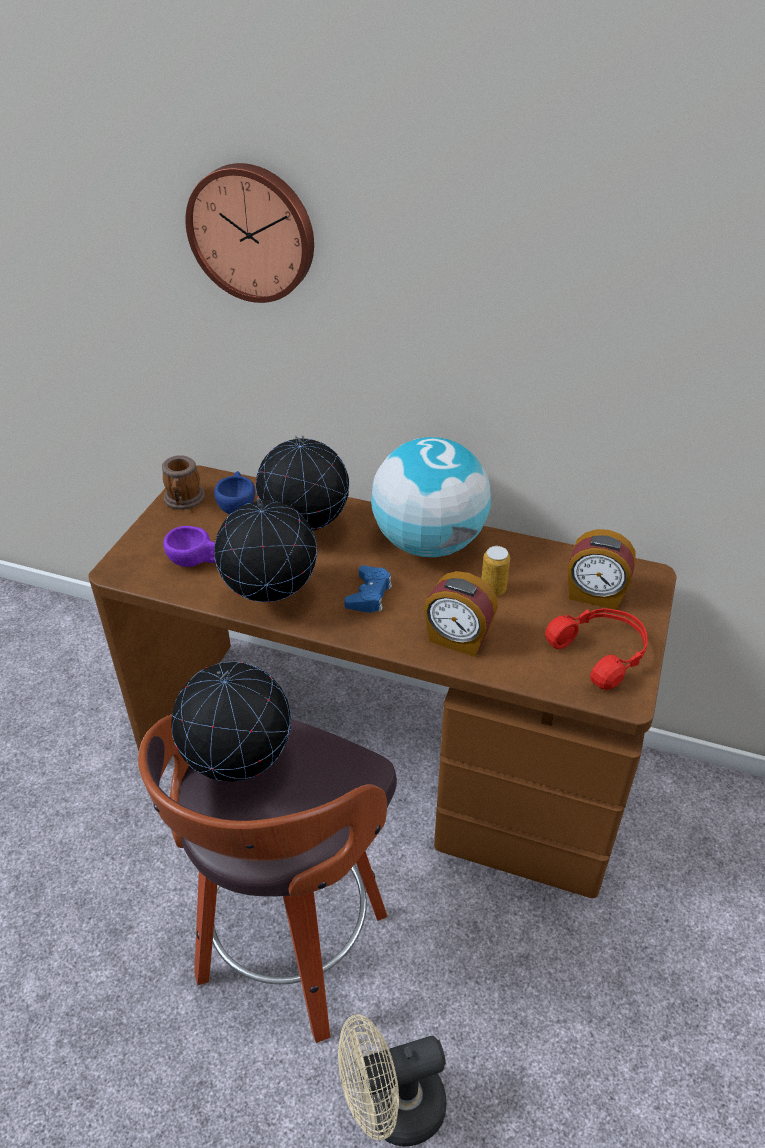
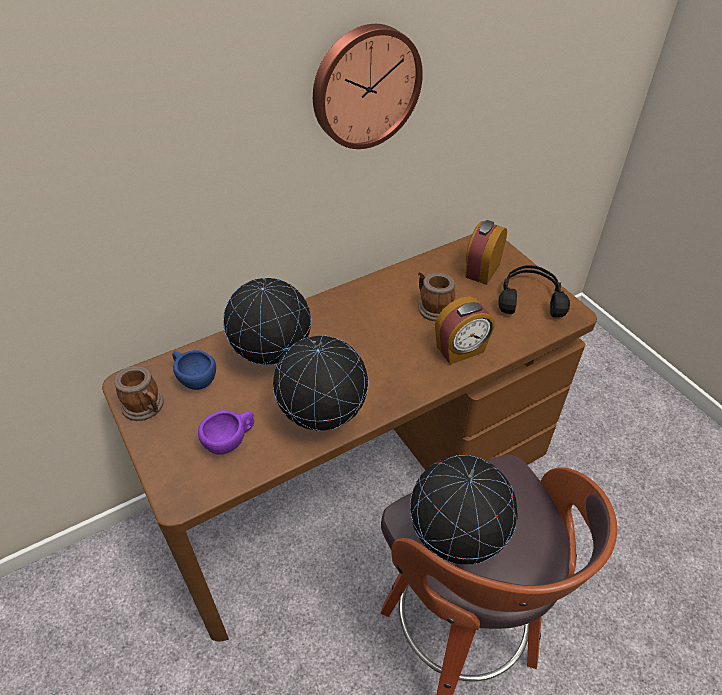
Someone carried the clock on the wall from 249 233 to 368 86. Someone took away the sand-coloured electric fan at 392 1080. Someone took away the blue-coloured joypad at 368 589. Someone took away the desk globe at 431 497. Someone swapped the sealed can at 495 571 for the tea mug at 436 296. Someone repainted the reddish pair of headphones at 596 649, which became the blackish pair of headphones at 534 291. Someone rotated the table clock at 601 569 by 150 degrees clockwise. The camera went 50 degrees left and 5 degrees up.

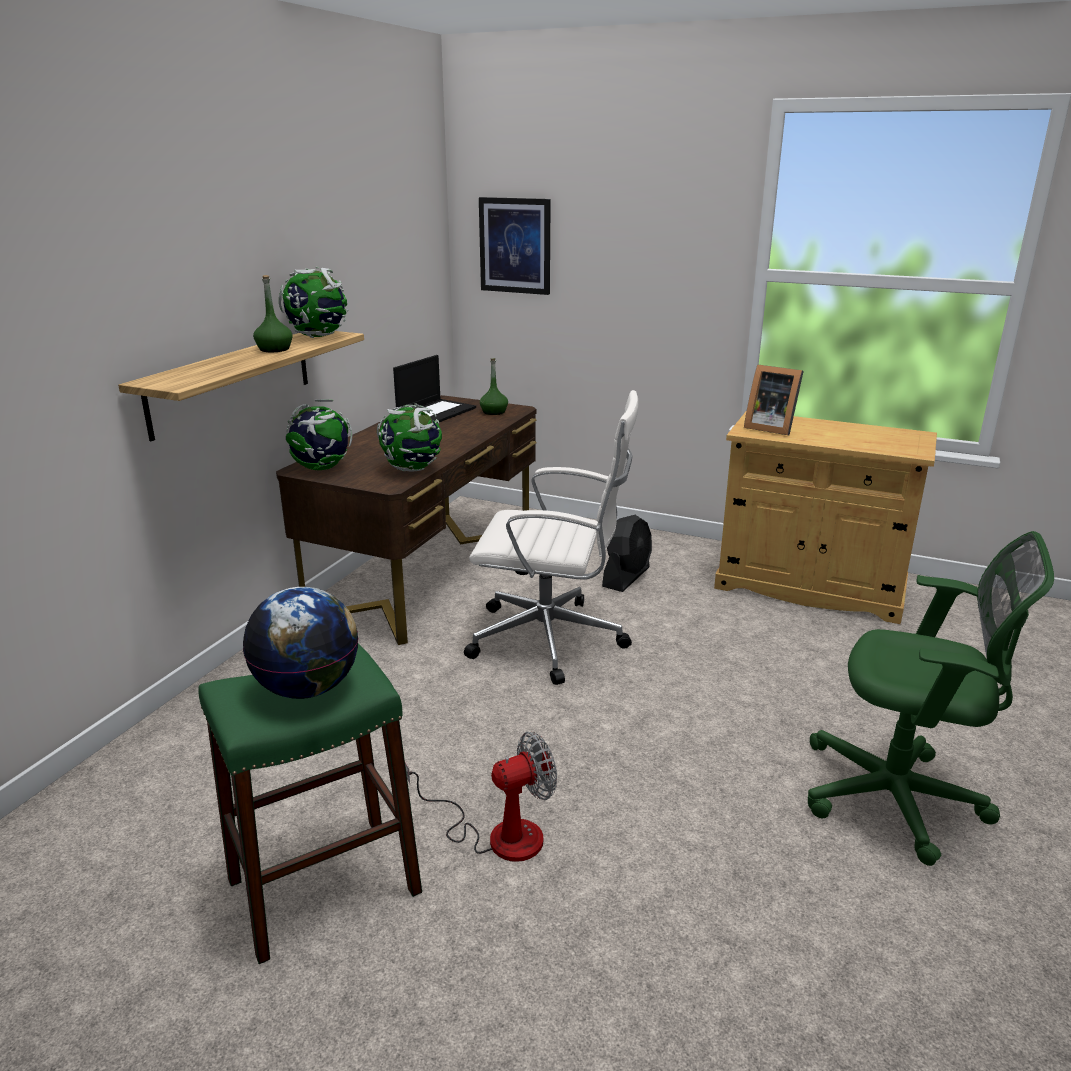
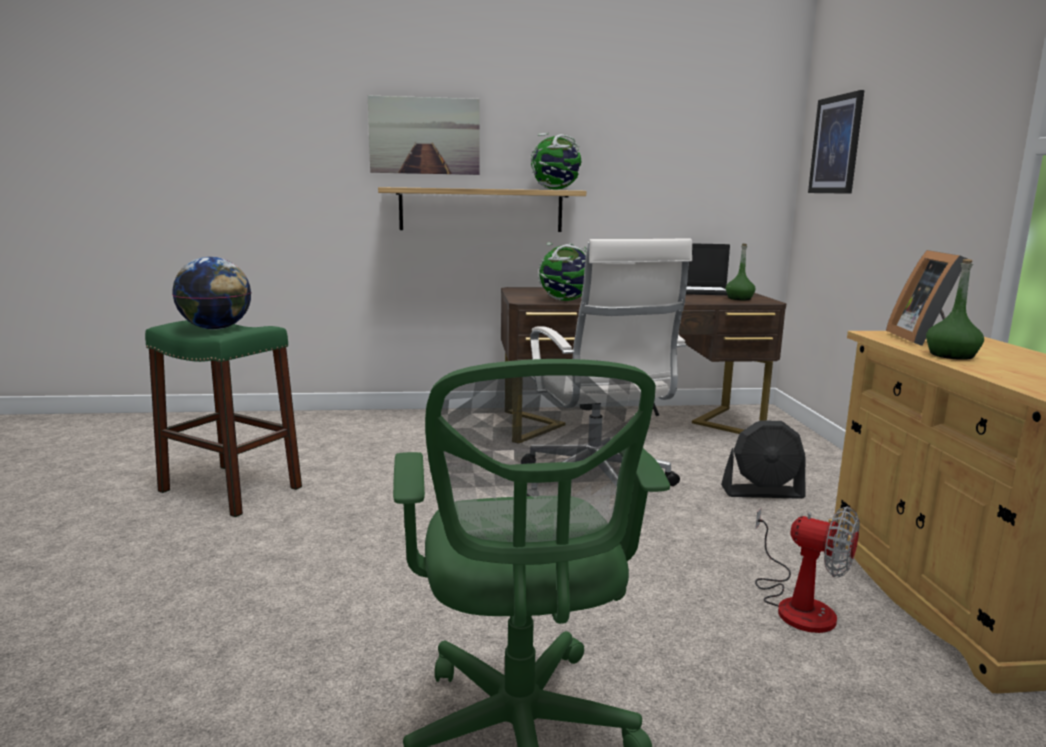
Someone carried the greenish beverage bottle from 273 313 to 955 309. Someone took away the desk globe at 319 434. Someone carried the electric fan from 481 797 to 807 569. Someone put up the wall picture at 424 135. The camera went 60 degrees right and 10 degrees down.

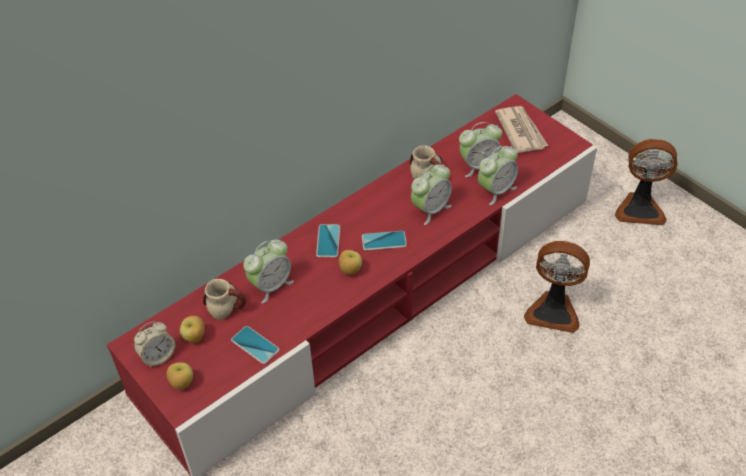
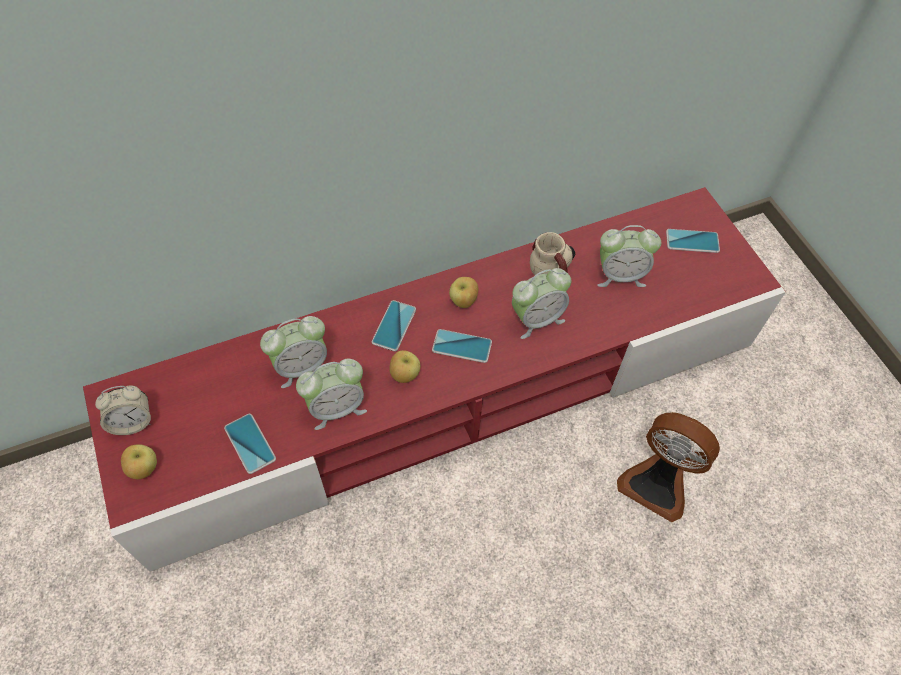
Someone carried the apple fruit from 192 329 to 464 292. Someone took away the tea mug at 224 299. Someone carried the table clock from 498 175 to 331 394. Someone swapped the printed paper at 521 129 for the phone at 693 241. Someone took away the electric fan at 646 182. The camera went 15 degrees right and 10 degrees up.

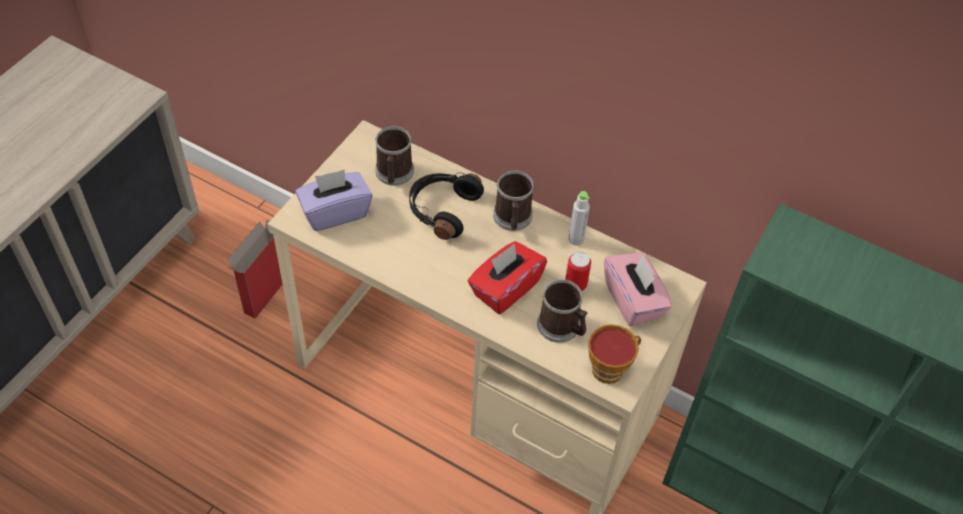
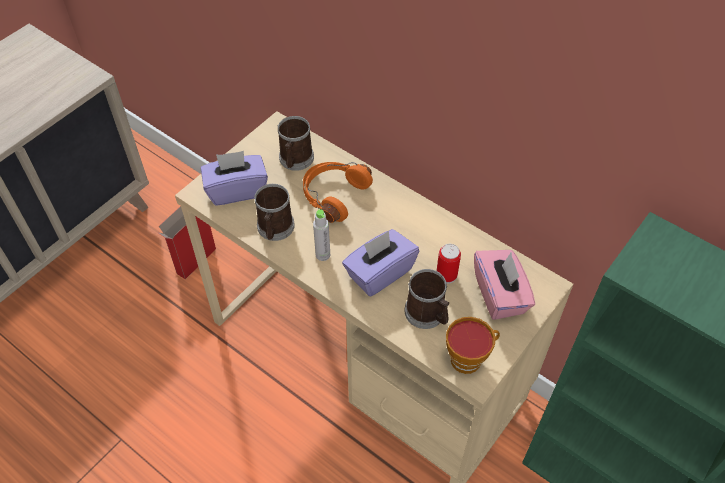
Someone repainted the blackish pair of headphones at 446 206, which became the orangey pair of headphones at 338 192. Someone repainted the reddish box of tissues at 507 277, which became the purple box of tissues at 380 263. Someone carried the tea mug from 513 201 to 274 212. Someone carried the grey beverage bottle from 579 218 to 321 235. The camera went 10 degrees right and 0 degrees up.

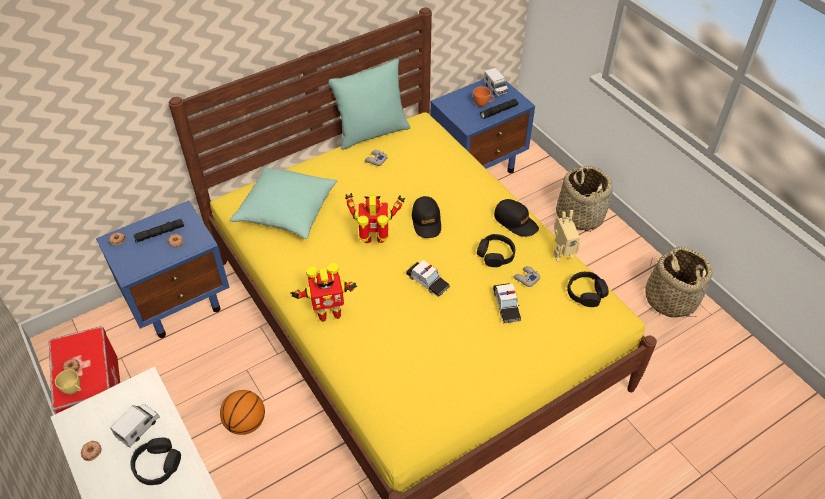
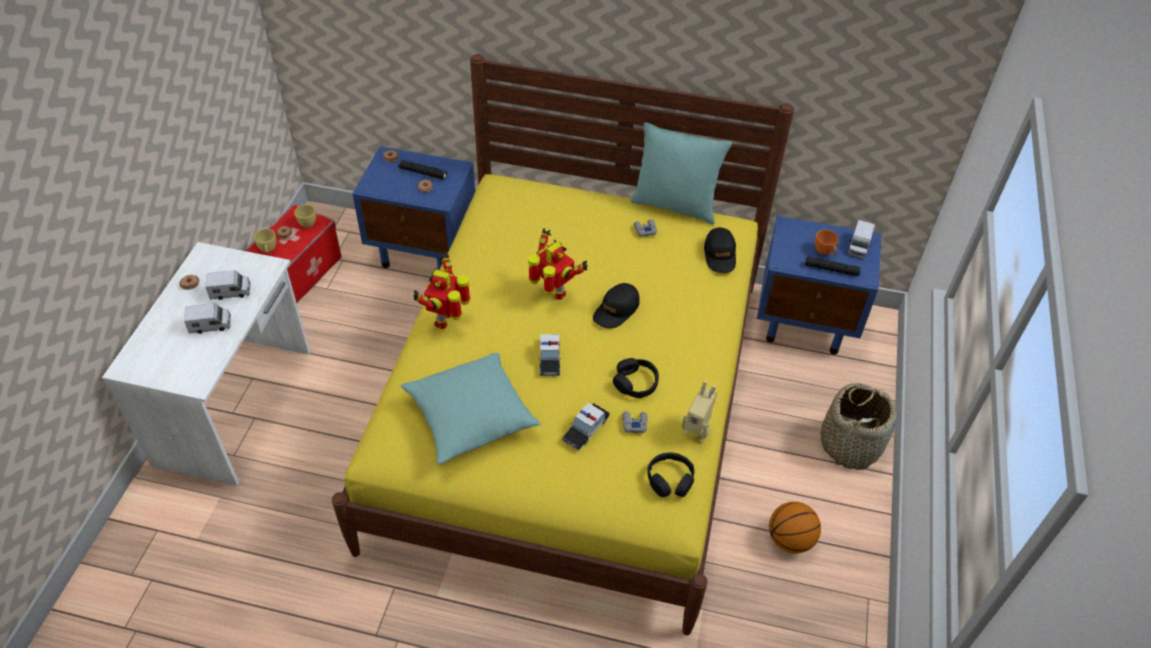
Someone swapped the blackish pair of headphones at 155 461 for the toy truck at 207 318. Someone carried the basketball from 242 412 to 795 527. Someone carried the blue-green pillow from 284 203 to 471 408. Someone rotated the model robot at 323 292 by 75 degrees clockwise. Someone carried the blackish cap from 516 218 to 720 250. Someone took away the storage basket at 678 282. Someone put down the yellow-coloured cup at 305 216. The camera went 45 degrees right and 0 degrees up.

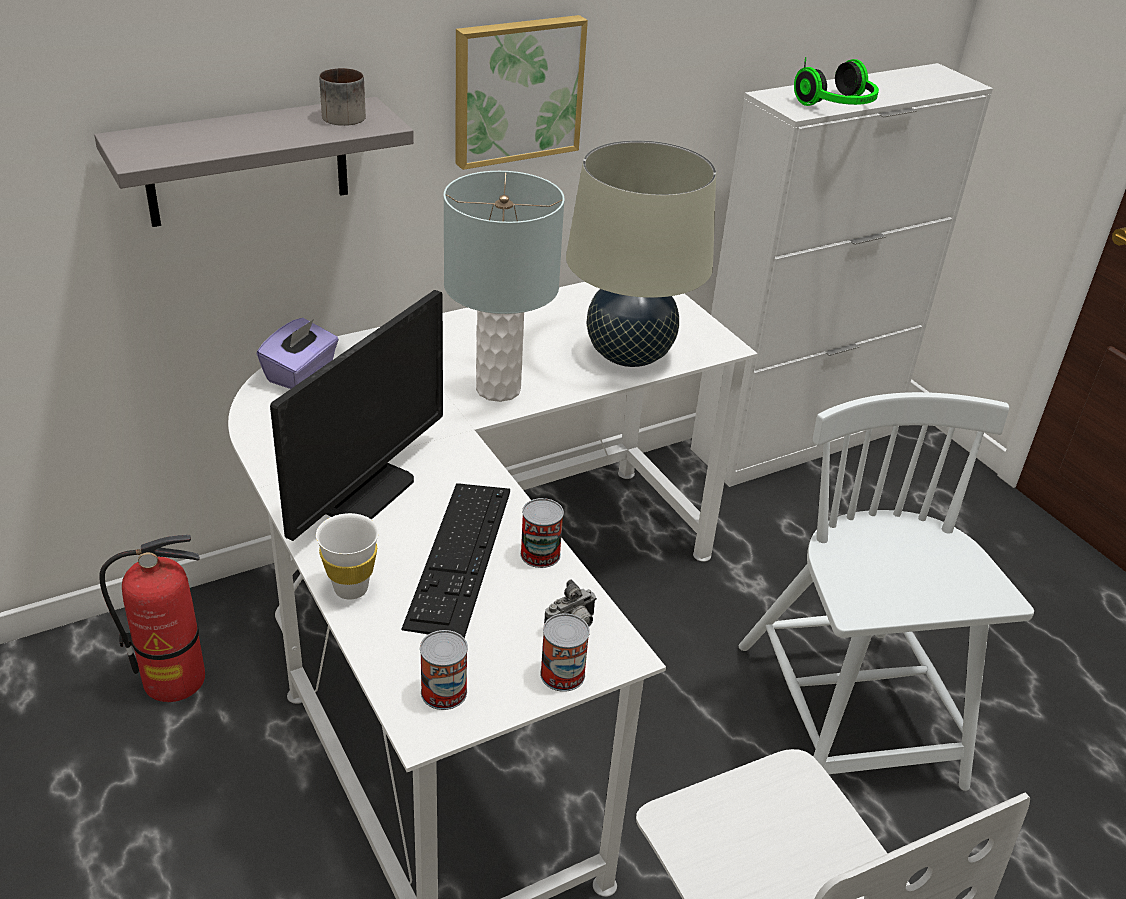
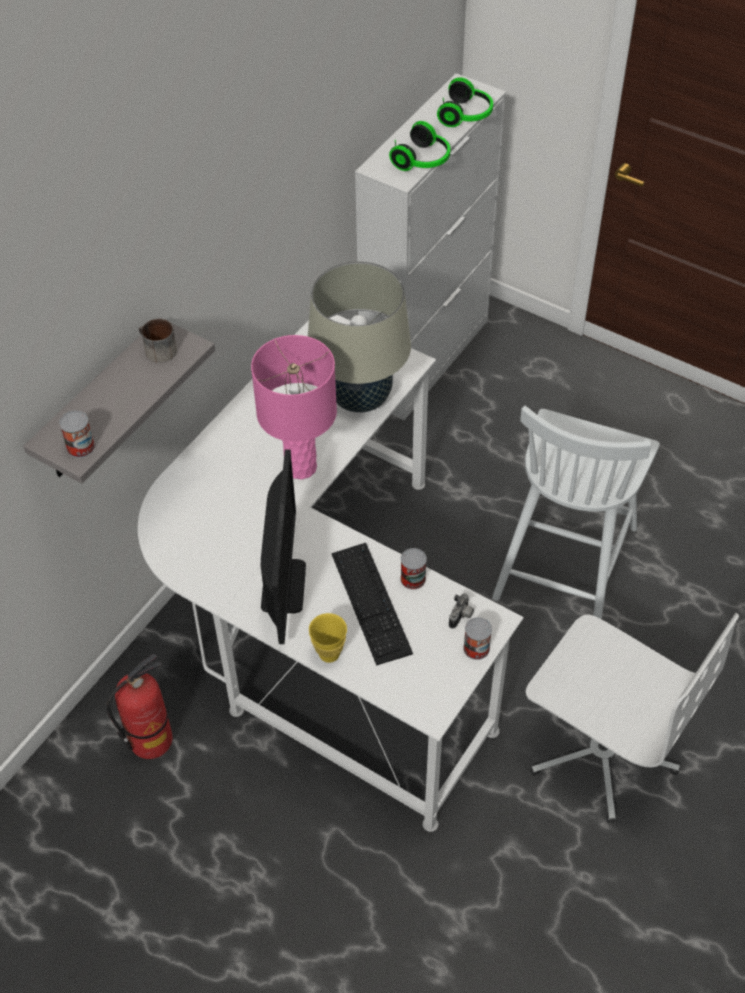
Someone took away the purple box of tissues at 298 353. Someone repainted the white-coloured cup at 347 556, which became the yellow-coloured cup at 328 638. Someone carried the sealed can from 444 670 to 77 434. Someone repainted the grey tabletop lamp at 504 286, which became the pink-coloured tabletop lamp at 294 407. Someone took away the wall picture at 521 92. Someone rotated the white-coloured chair at 886 591 by 120 degrees counterclockwise. Someone put down the pair of headphones at 465 102. The camera went 25 degrees left and 15 degrees up.

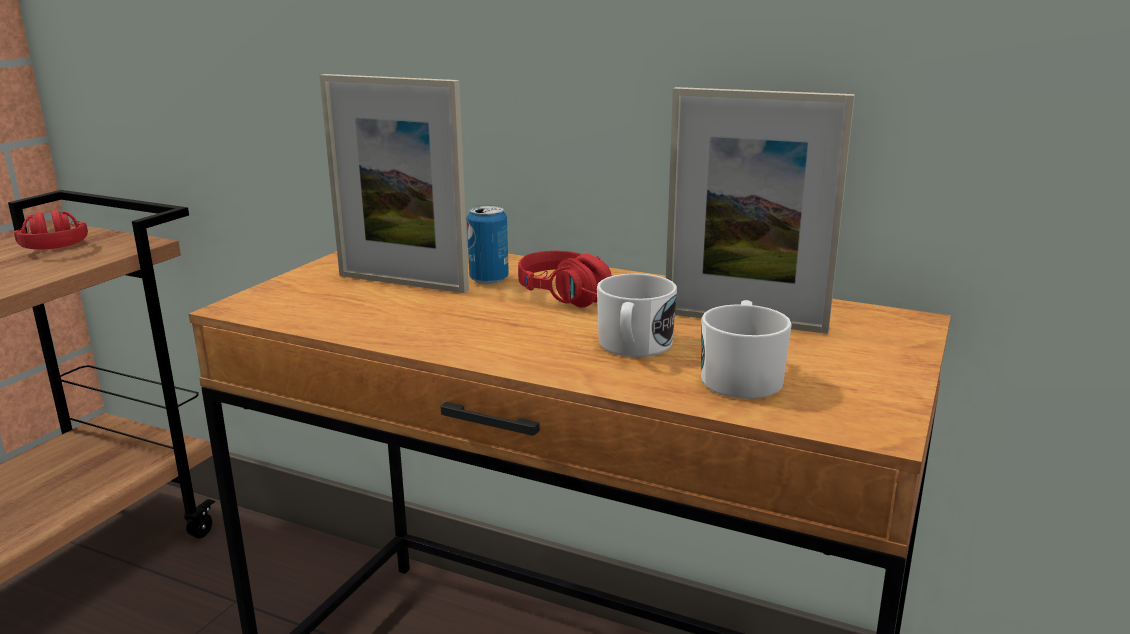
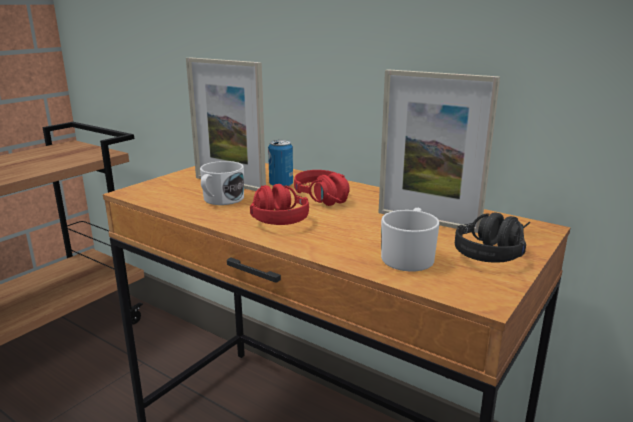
Someone carried the reddish pair of headphones from 51 229 to 279 204. Someone carried the white-coloured tea mug from 637 315 to 222 183. Someone put down the blackish pair of headphones at 492 237. The camera went 10 degrees right and 0 degrees up.

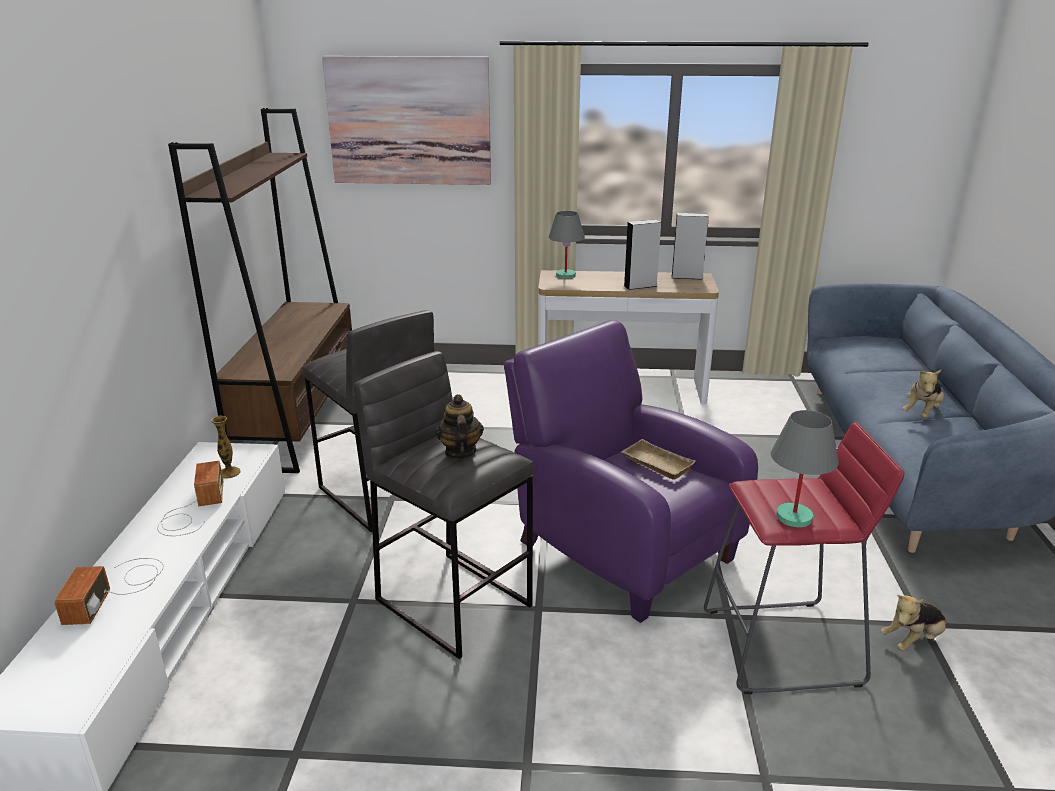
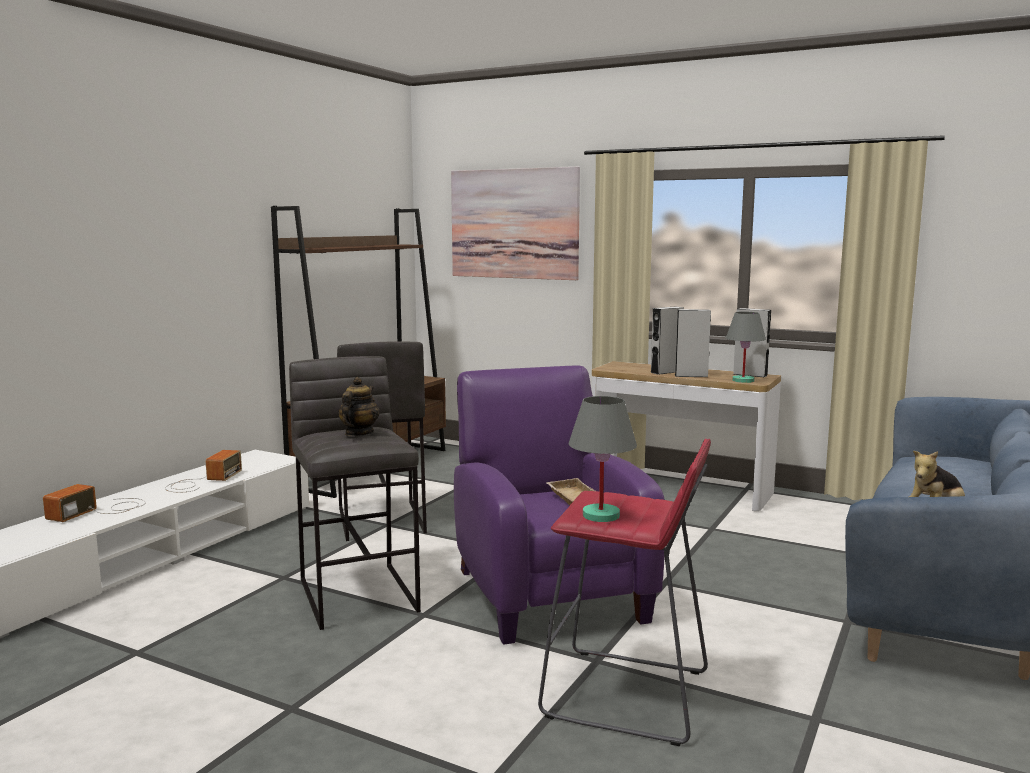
Someone took away the flower vase at 226 447. Someone carried the grey tabletop lamp from 567 245 to 746 347. Someone took away the cuddly toy at 913 623. Someone put down the grey speaker at 667 341. The camera went 25 degrees right and 15 degrees down.

